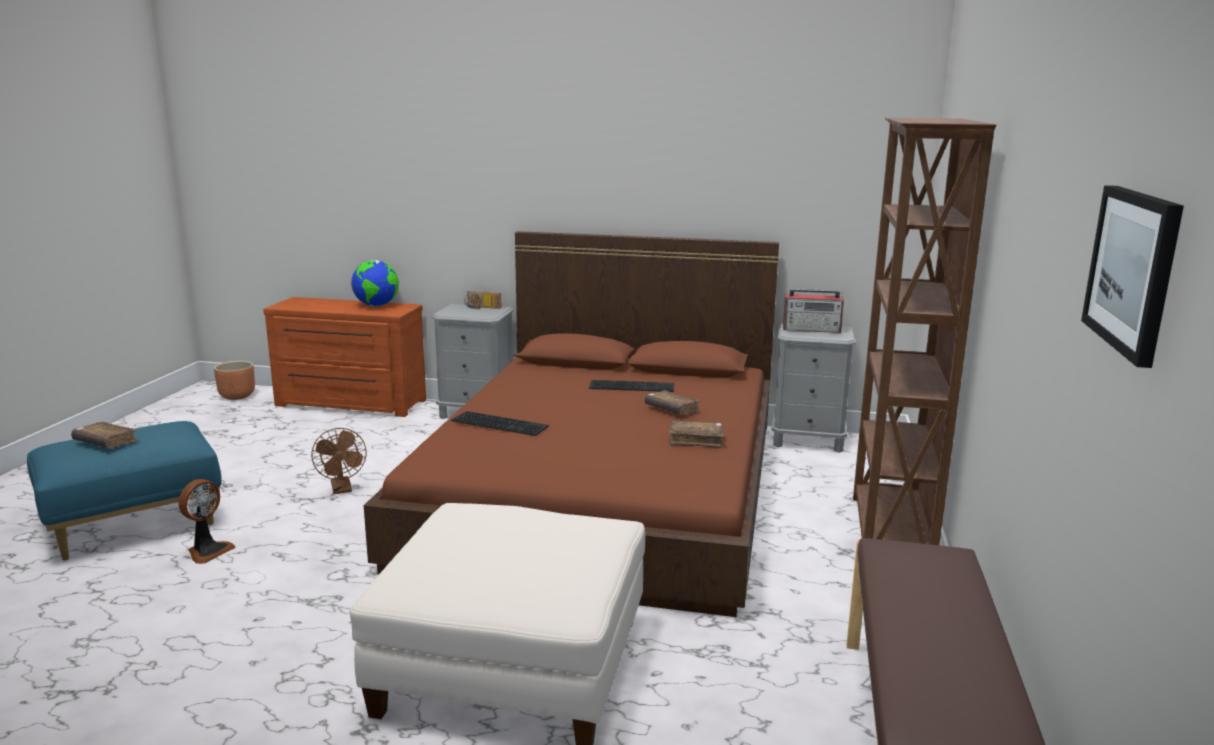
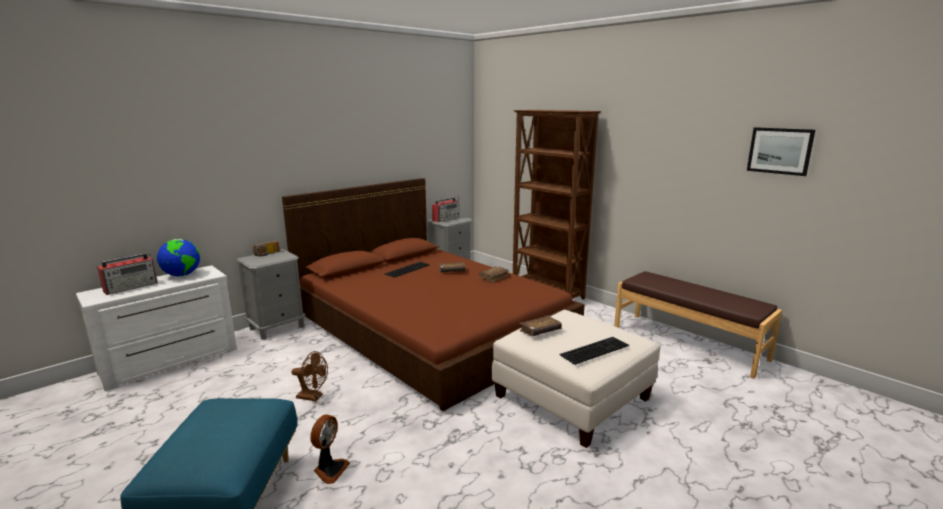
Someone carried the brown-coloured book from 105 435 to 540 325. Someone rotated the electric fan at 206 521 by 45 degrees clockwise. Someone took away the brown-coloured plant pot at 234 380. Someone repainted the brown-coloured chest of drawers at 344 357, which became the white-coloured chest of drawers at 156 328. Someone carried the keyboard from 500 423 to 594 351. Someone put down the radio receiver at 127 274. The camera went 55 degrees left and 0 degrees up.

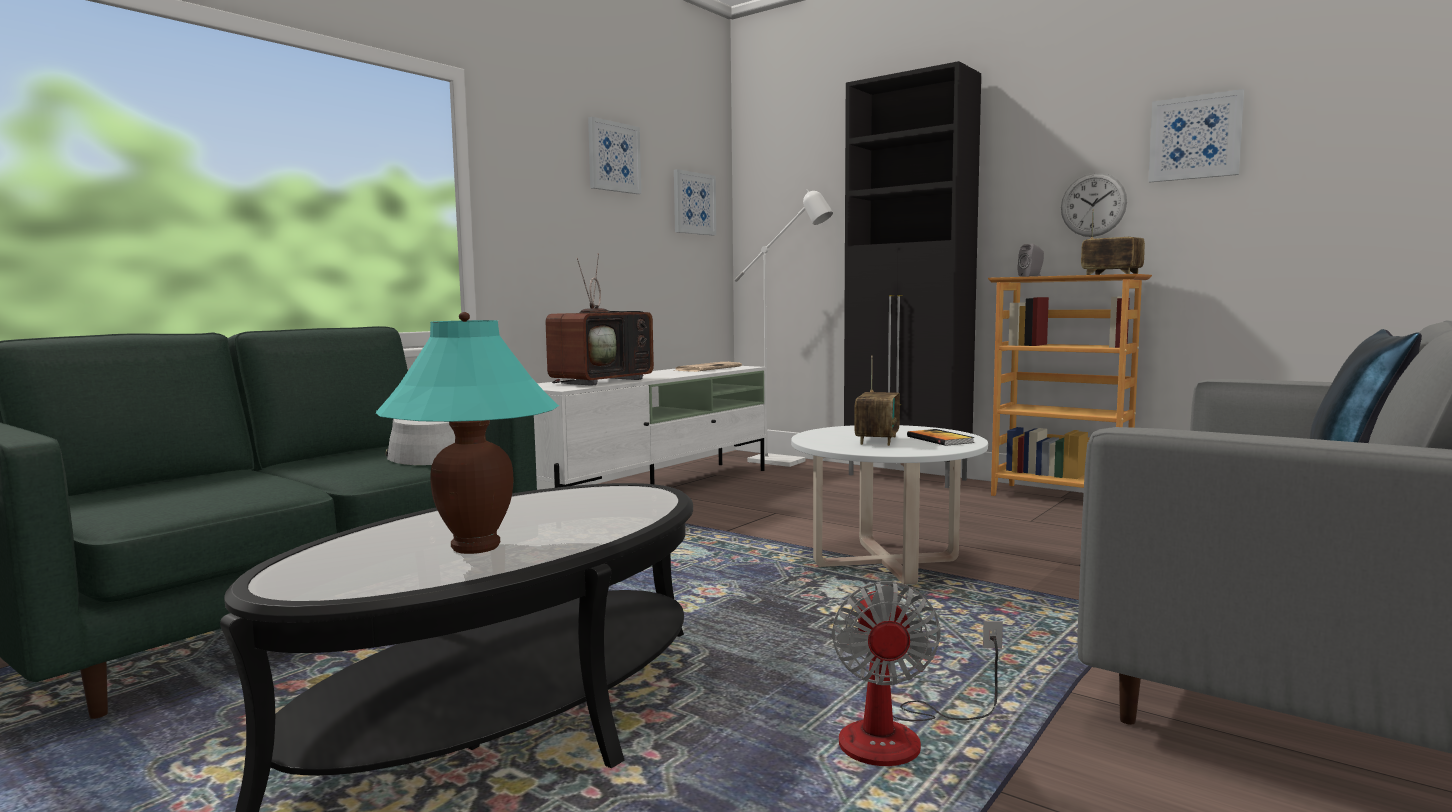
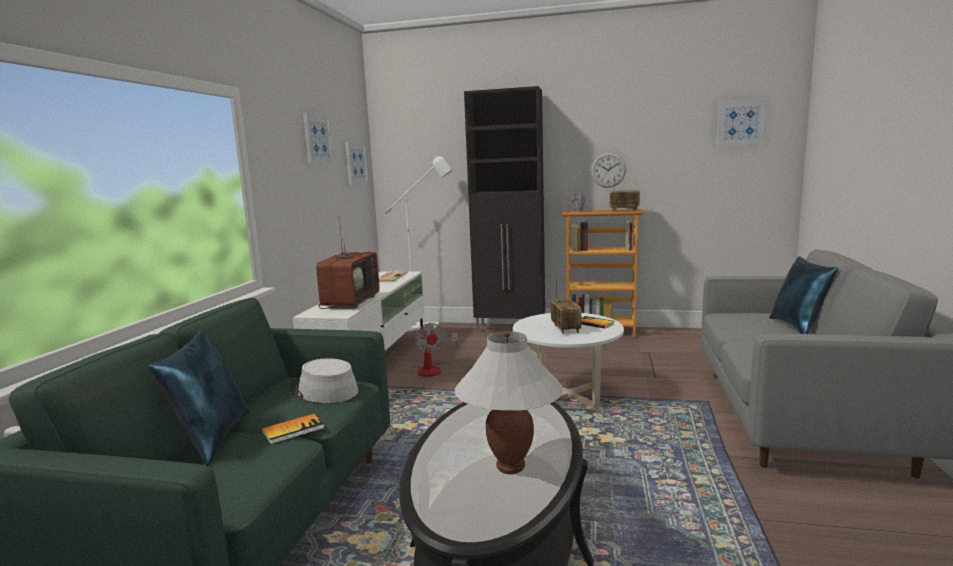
Someone repainted the blue-green tabletop lamp at 467 433, which became the white-coloured tabletop lamp at 509 402. Someone carried the electric fan from 917 673 to 436 350. Someone carried the wall picture from 1196 135 to 742 122. Someone put down the blue-coloured pillow at 200 398. Someone put down the book at 293 429. The camera went 25 degrees left and 5 degrees up.

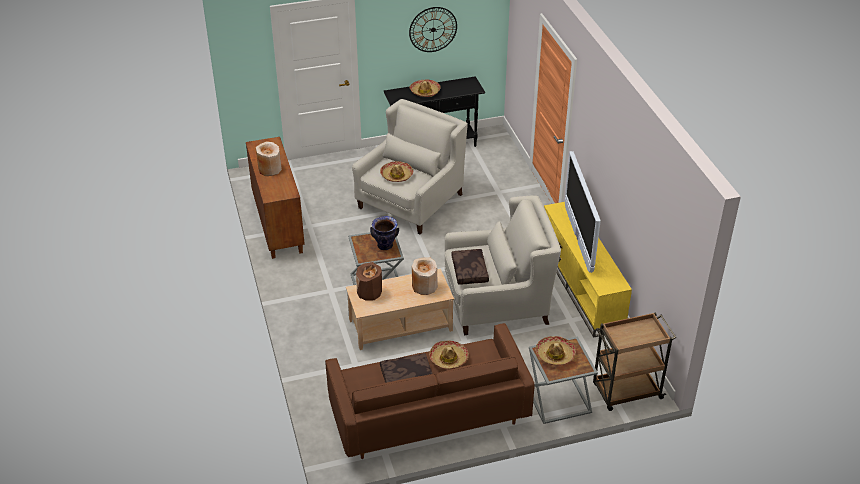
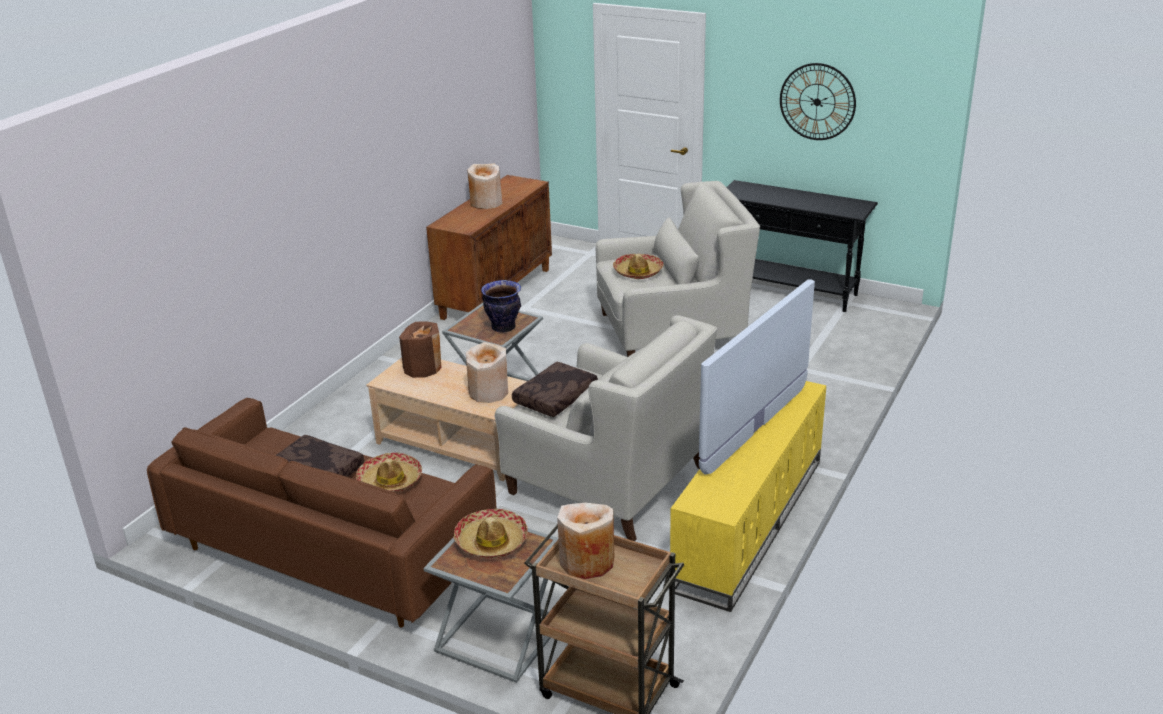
Someone took away the hat at 425 88. Someone put down the sand-coloured flower vase at 585 541. The camera went 45 degrees right and 10 degrees down.

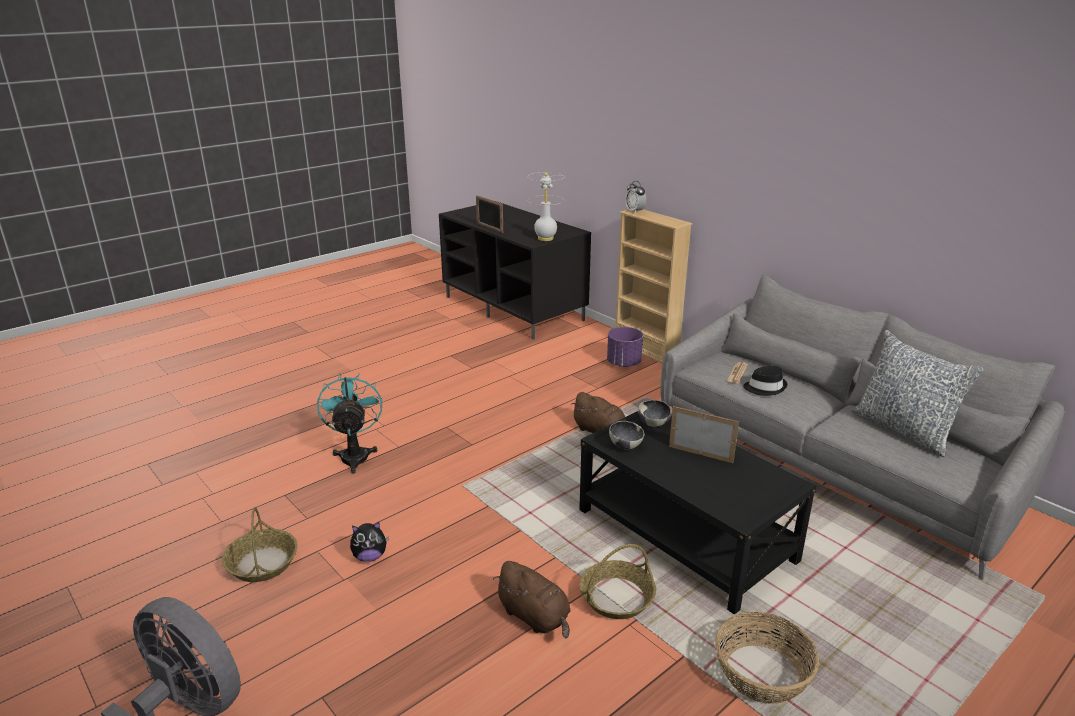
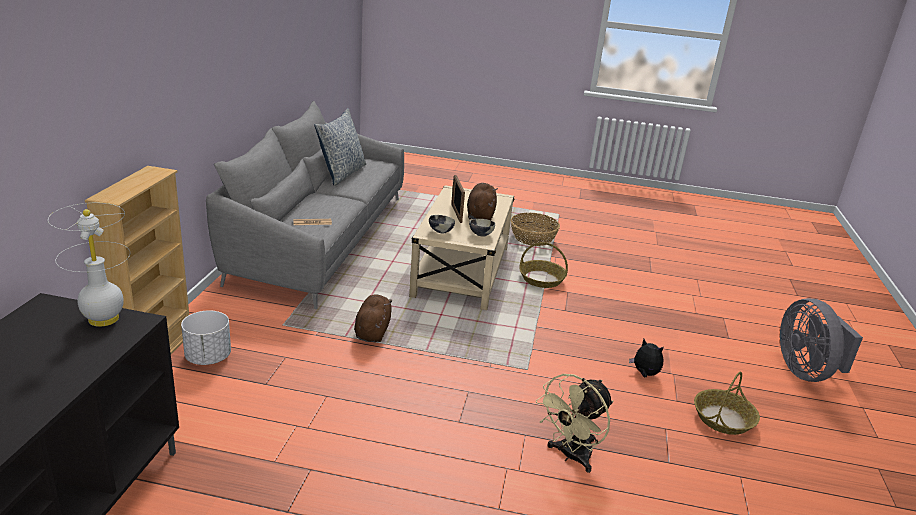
Someone repainted the blue-green electric fan at 349 423, which became the sand-coloured electric fan at 574 423. Someone took away the standing frame at 489 214. Someone carried the brown-coloured cuddly toy from 532 599 to 482 201. Someone repainted the blackish low table at 697 512, which became the sand-coloured low table at 462 247. Someone repainted the purple plant pot at 625 347, which became the white-coloured plant pot at 206 338. Someone took away the table clock at 635 197. Someone took away the blackish hat at 765 381. The camera went 130 degrees left and 0 degrees up.

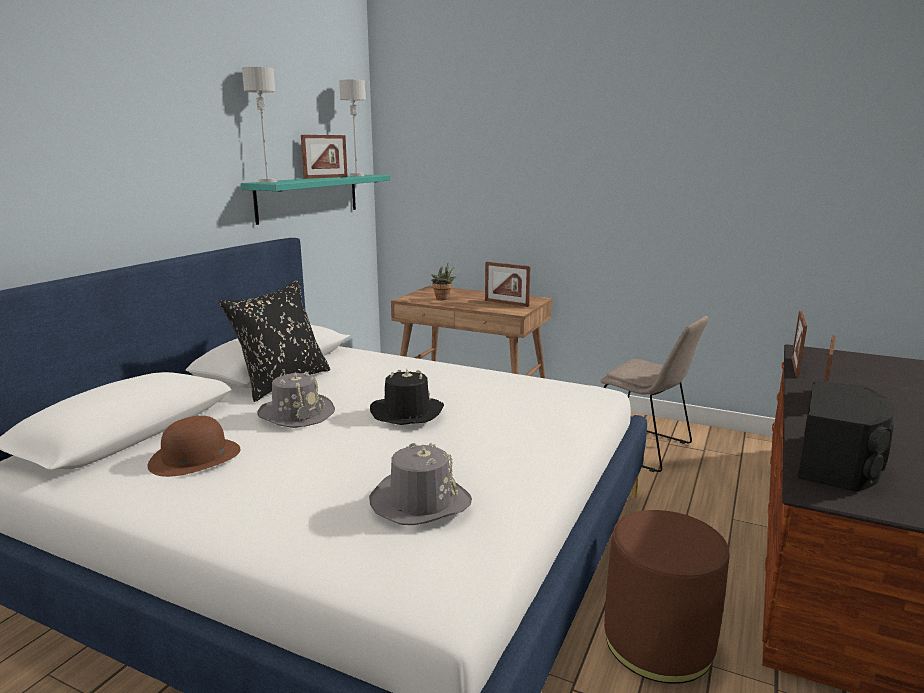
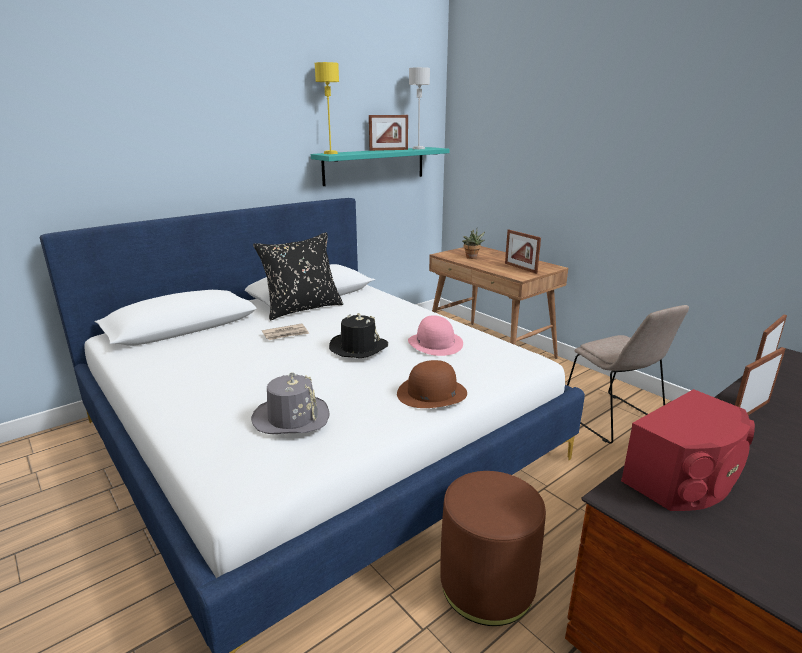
Someone carried the brown-coloured hat from 194 446 to 432 384. Someone repainted the grey tabletop lamp at 259 125, which became the yellow-coloured tabletop lamp at 327 108. Someone swapped the grey hat at 296 399 for the printed paper at 285 332. Someone repainted the blackish speaker at 846 436, which became the reddish speaker at 688 450. Someone put down the pink-coloured hat at 435 335. The camera went 25 degrees right and 5 degrees up.

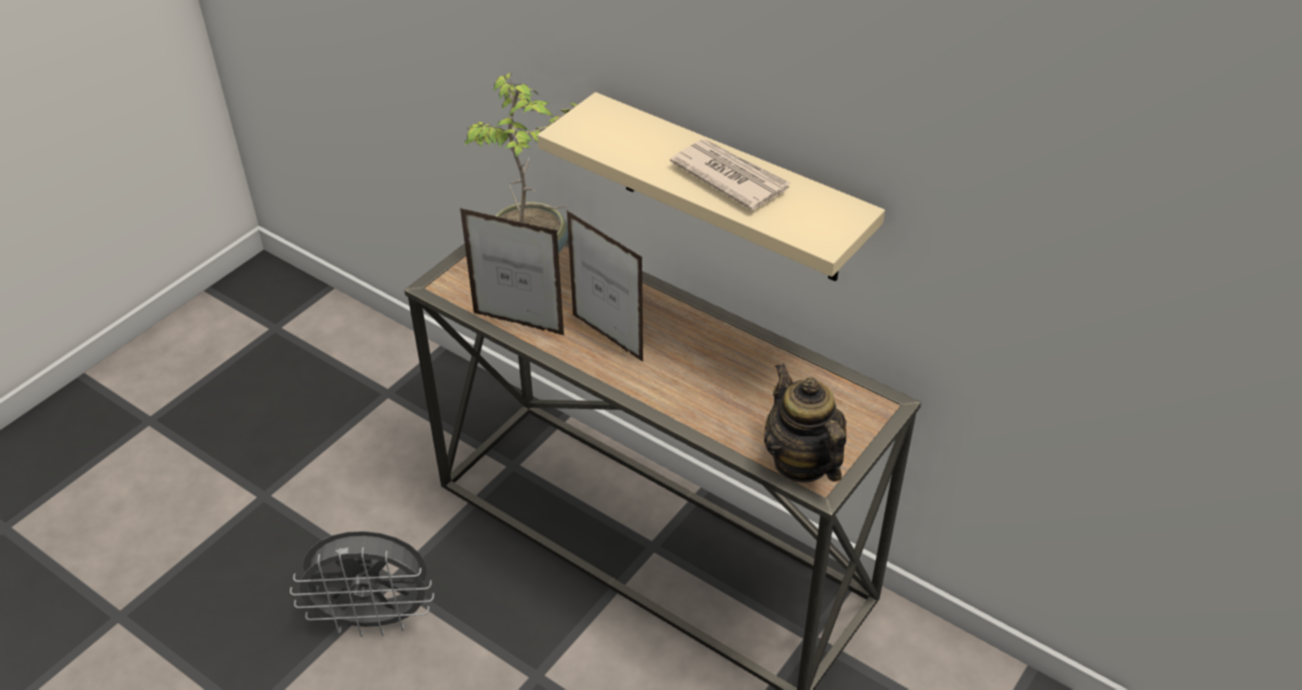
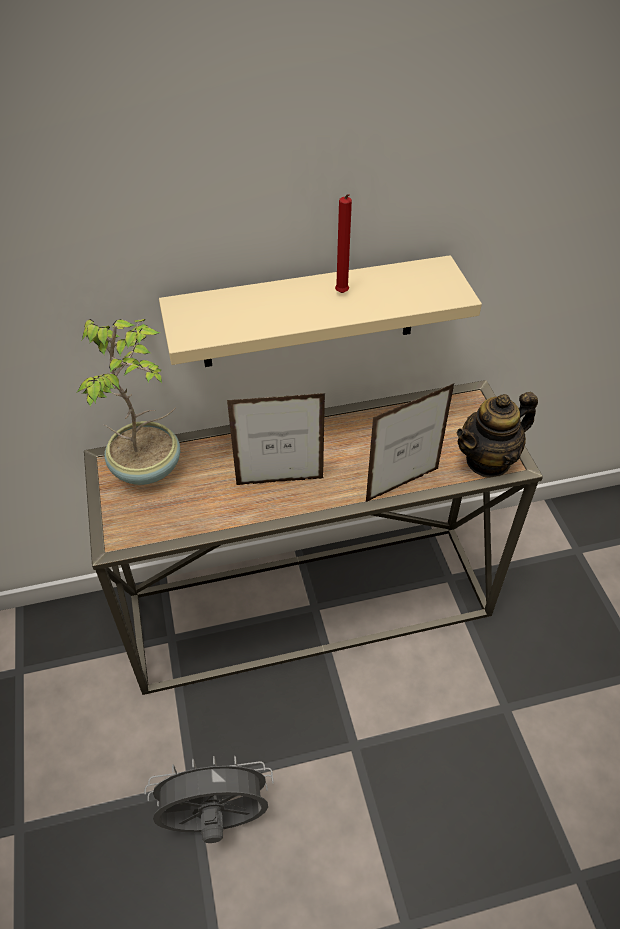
Someone rotated the grey electric fan at 362 584 by 135 degrees counterclockwise. Someone carried the standing frame from 512 272 to 410 442. Someone swapped the printed paper at 730 175 for the reddish candle at 343 243. Someone rotated the teapot at 805 423 by 45 degrees counterclockwise. The camera went 50 degrees left and 5 degrees up.

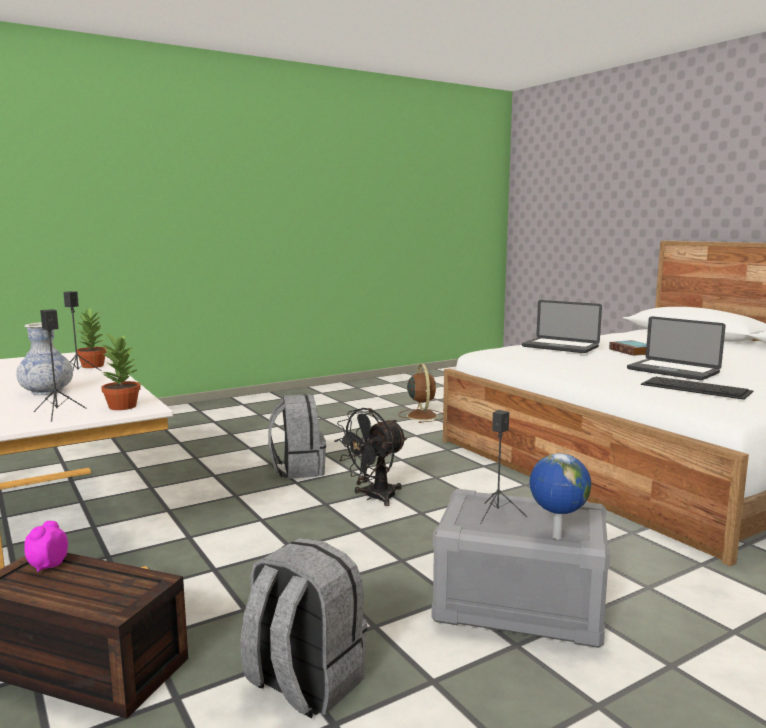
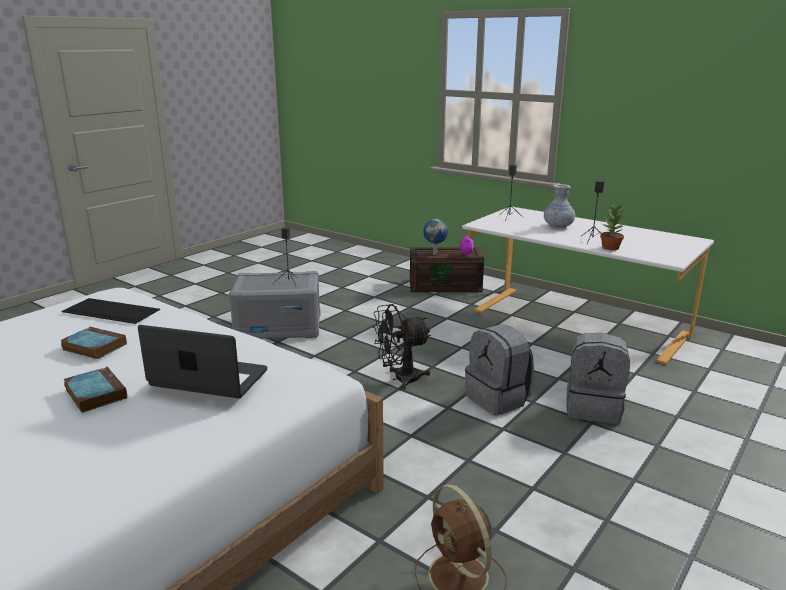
Someone took away the potted plant at 121 372. Someone carried the grey rucksack from 303 628 to 598 378. Someone rotated the blackish electric fan at 371 457 by 135 degrees counterclockwise. Someone carried the desk globe from 560 496 to 435 237. Someone swapped the notebook computer at 676 348 for the book at 93 343. The camera went 160 degrees right and 10 degrees up.

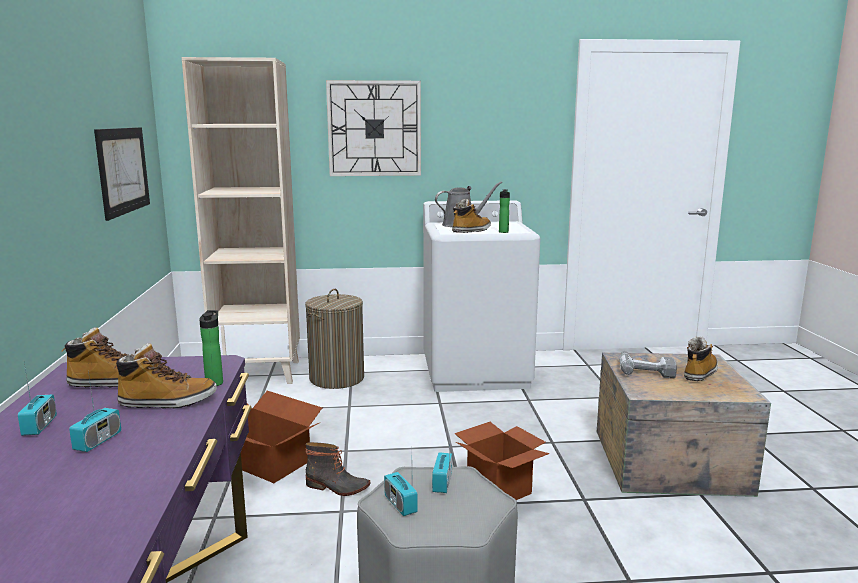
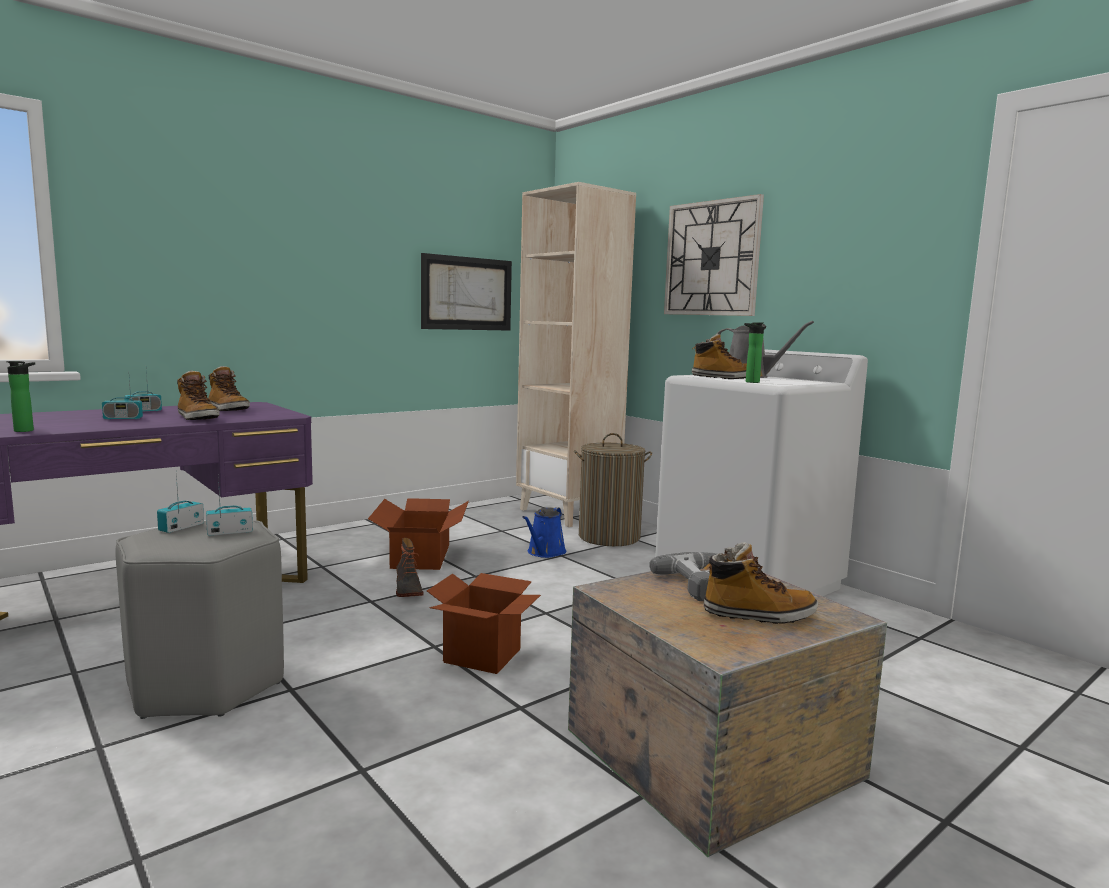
Someone carried the beverage bottle from 211 348 to 20 396. Someone put down the blue-coloured watering pot at 544 532. The camera went 55 degrees right and 5 degrees down.

